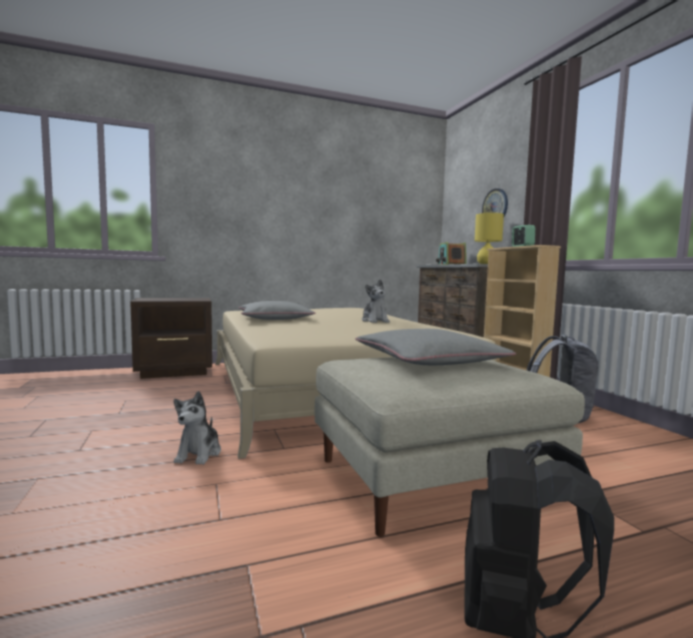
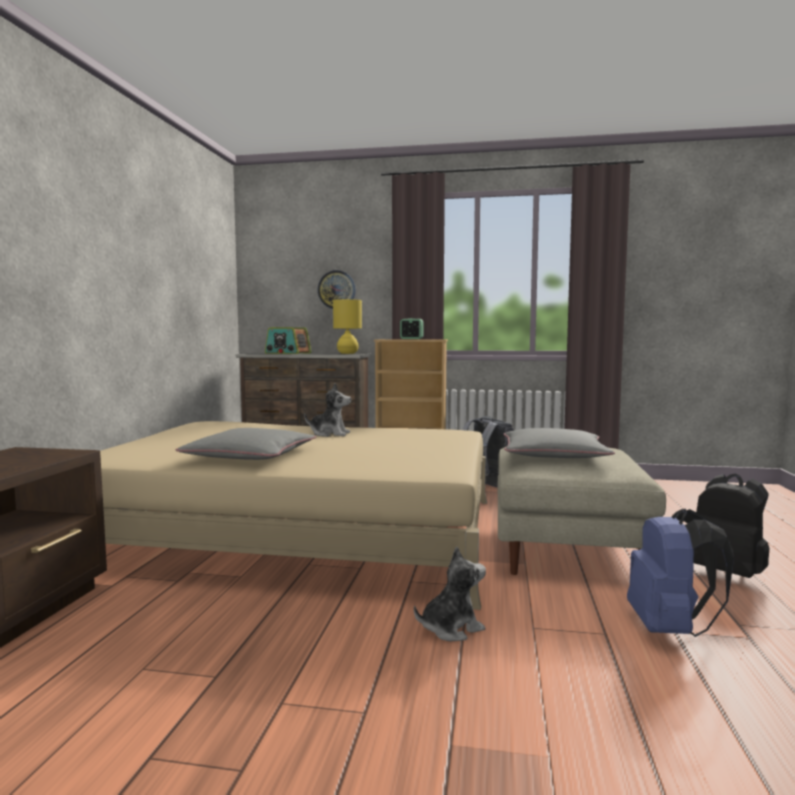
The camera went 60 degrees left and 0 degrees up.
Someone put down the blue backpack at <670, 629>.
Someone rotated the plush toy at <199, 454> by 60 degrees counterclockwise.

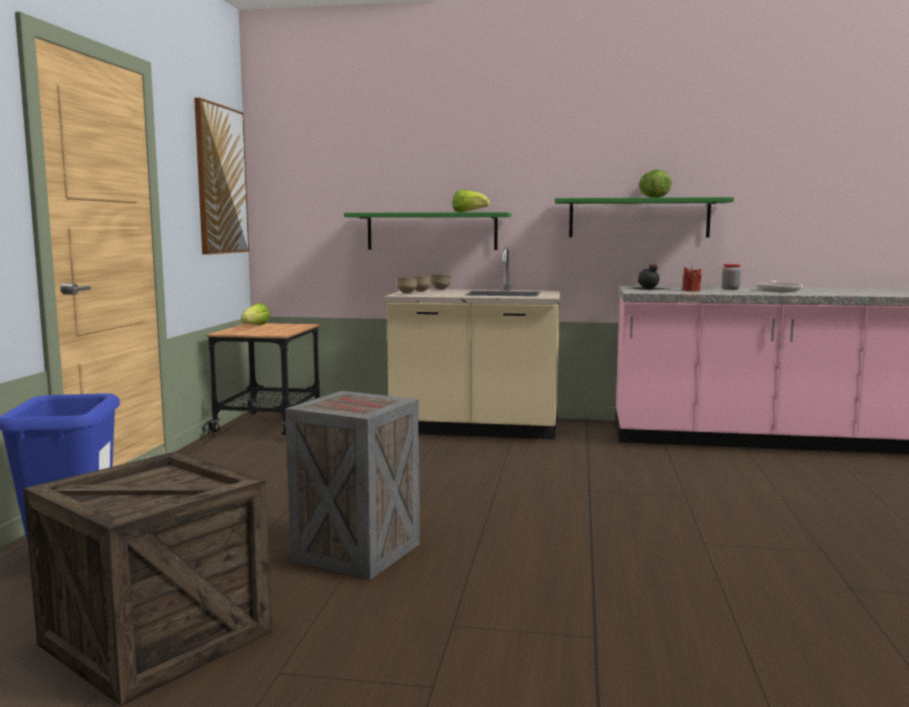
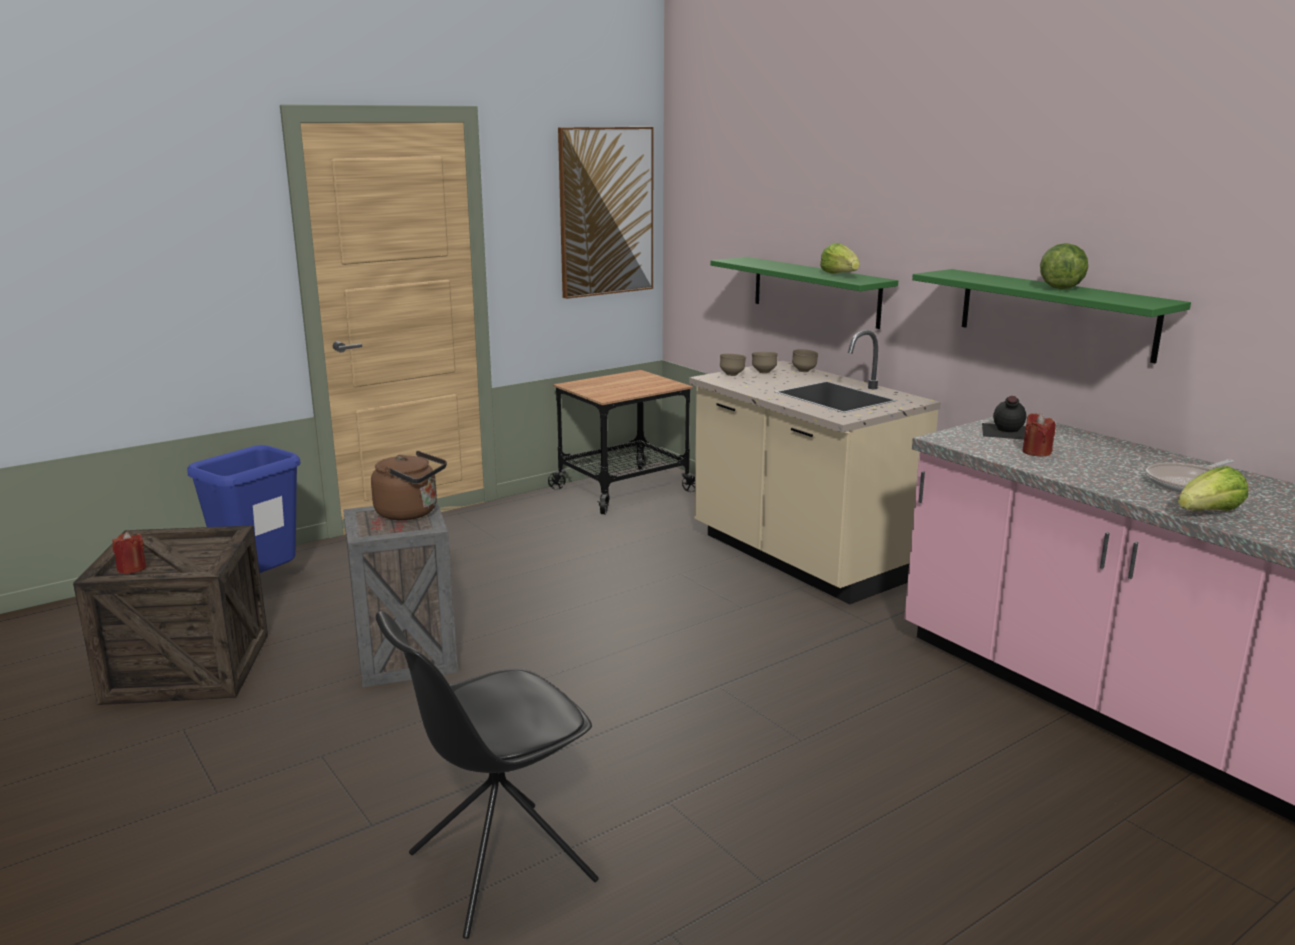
The camera went 45 degrees right and 10 degrees up.
Someone took away the jar at <730, 289>.
Someone put down the red candle at <132, 569>.
Someone put down the brown kettle at <411, 513>.
Someone put down the black chair at <498, 868>.
Someone carried the lettuce from <255, 326> to <1209, 513>.

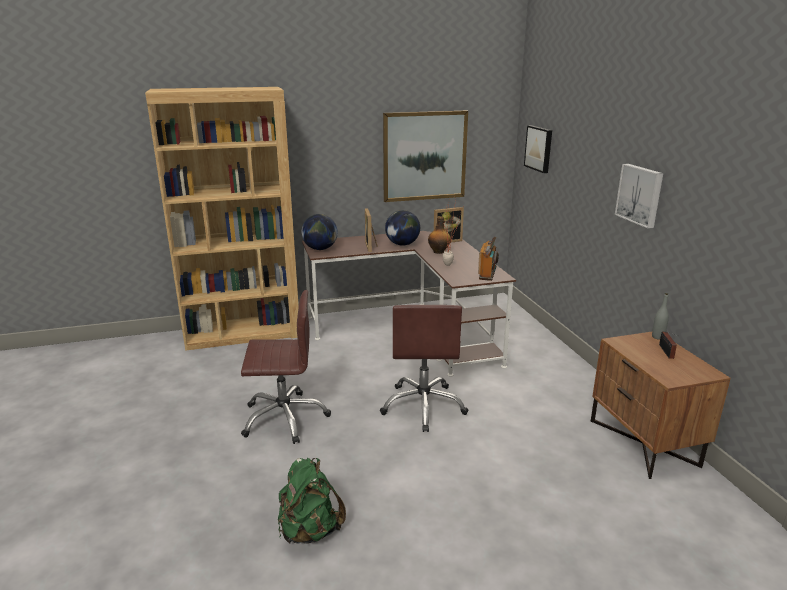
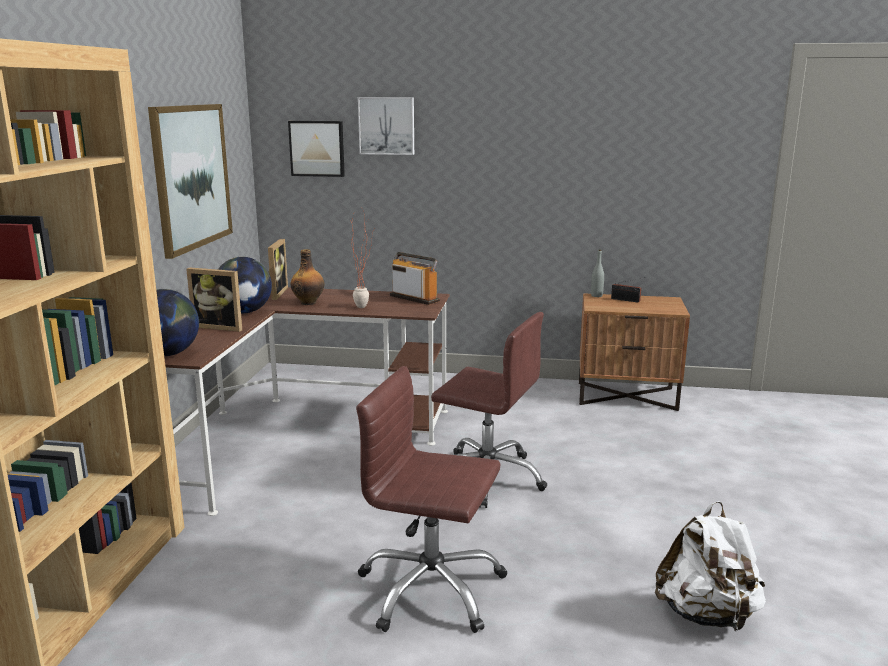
The camera went 65 degrees left and 5 degrees down.
Someone carried the picture from <640, 195> to <387, 125>.
Someone repainted the green backpack at <309, 531>, which became the white backpack at <707, 615>.
Someone rotated the brown office chair at <284, 418> by 90 degrees counterclockwise.

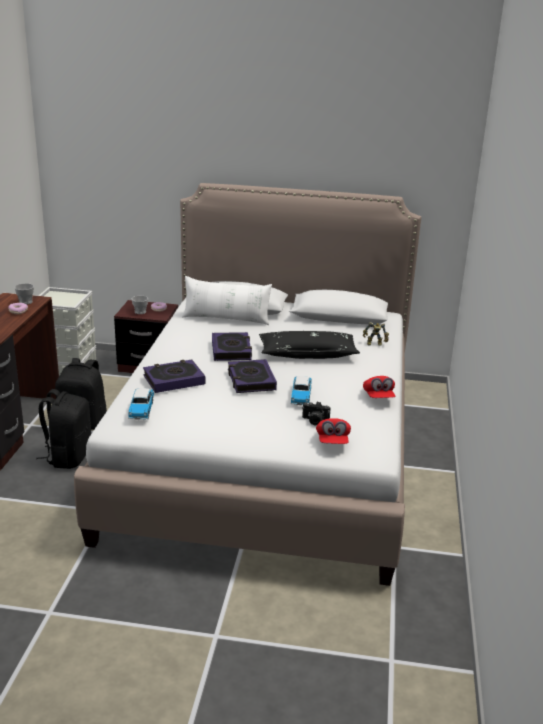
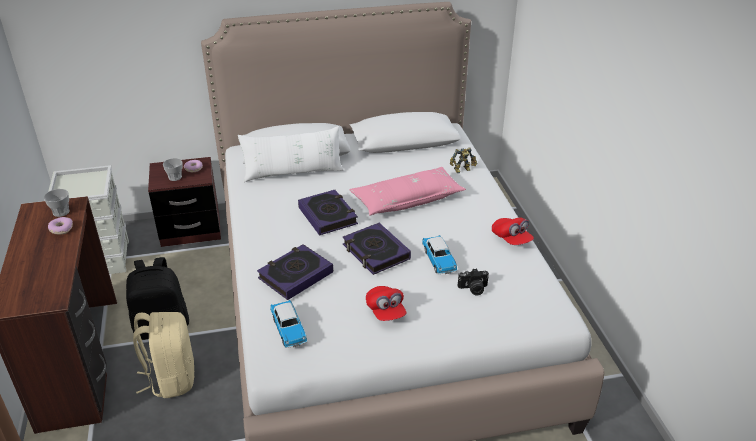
The camera went 20 degrees left and 10 degrees up.
Someone carried the red cap from <332, 441> to <385, 311>.
Someone repainted the black backpack at <68, 457>, which became the beige backpack at <171, 378>.
Someone repainted the black pillow at <308, 354>, which became the pink pillow at <407, 200>.

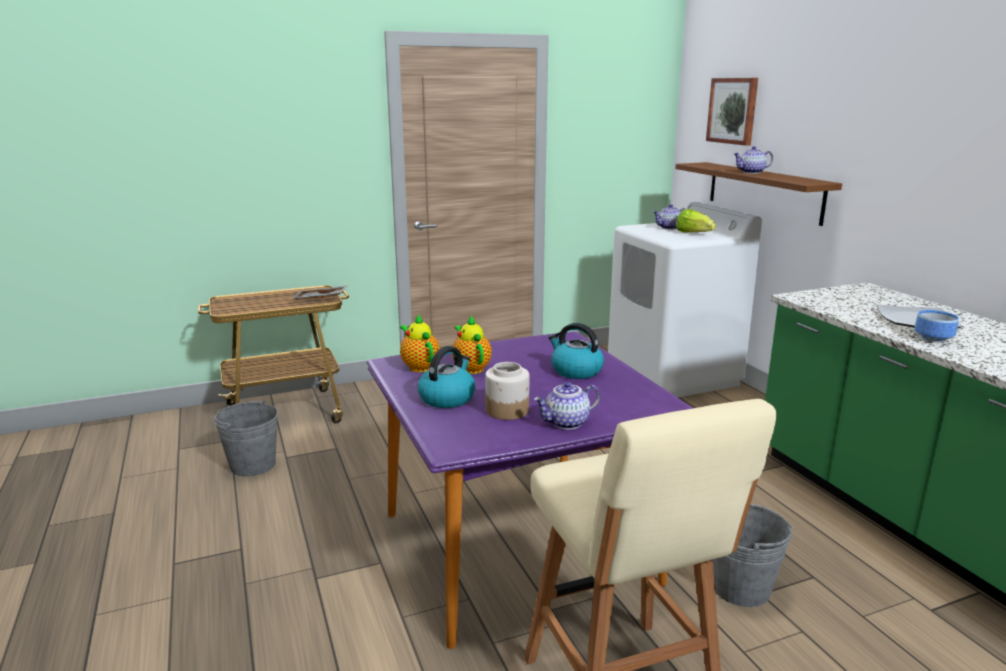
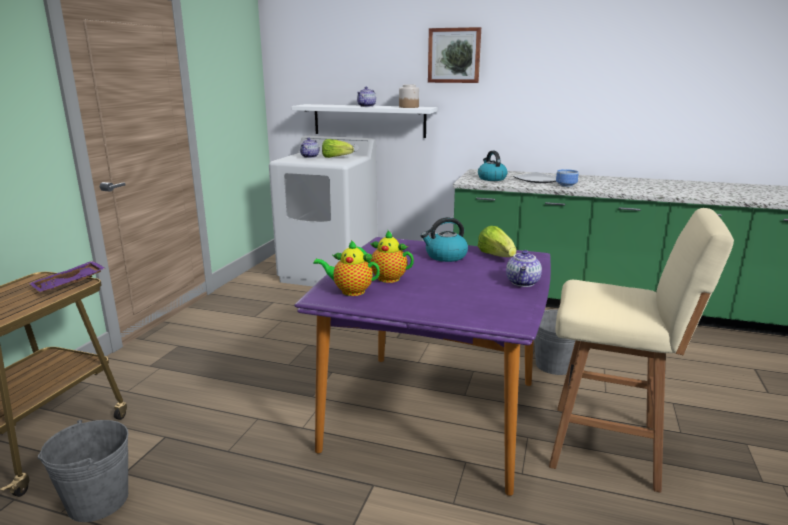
The camera went 50 degrees left and 0 degrees up.
Someone put down the lettuce at <496, 256>.
Someone carried the kettle from <447, 398> to <491, 178>.
Someone carried the jar from <507, 410> to <409, 107>.
Someone carried the picture from <733, 111> to <454, 55>.
Someone repainted the grey tray at <320, 299>, which became the purple tray at <70, 284>.
Someone repainted the brown shelf at <763, 191>, which became the white shelf at <369, 120>.

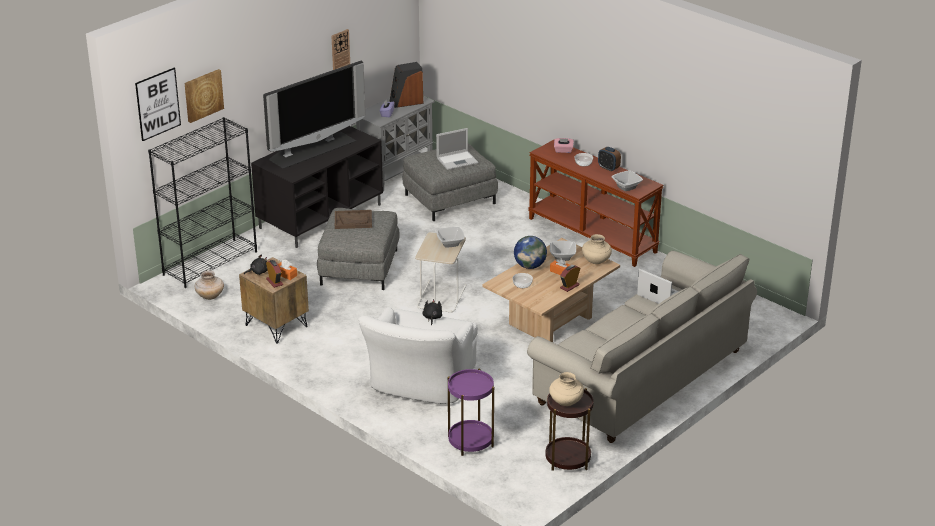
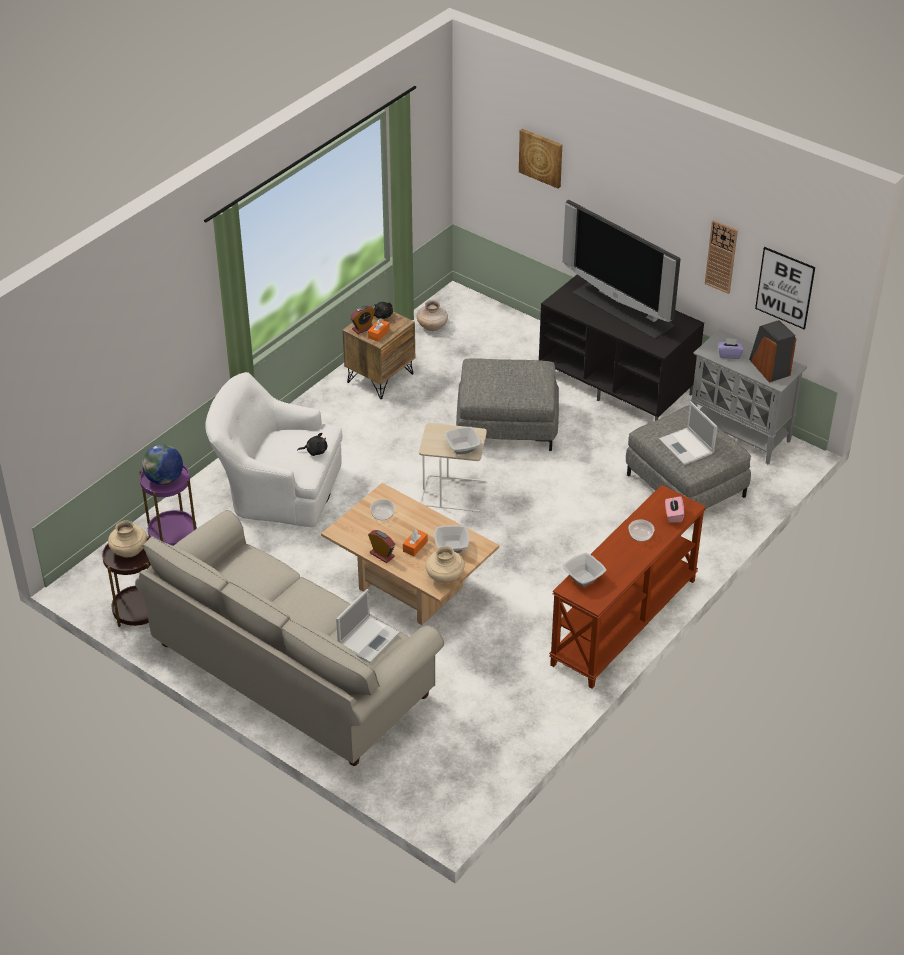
The camera went 85 degrees right and 10 degrees up.
Someone took away the black bookcase at <210, 263>.
Someone took away the brown tray at <353, 220>.
Someone took away the alarm clock at <608, 168>.
Someone carried the picture from <158, 104> to <785, 288>.
Someone carried the globe from <530, 266> to <164, 479>.

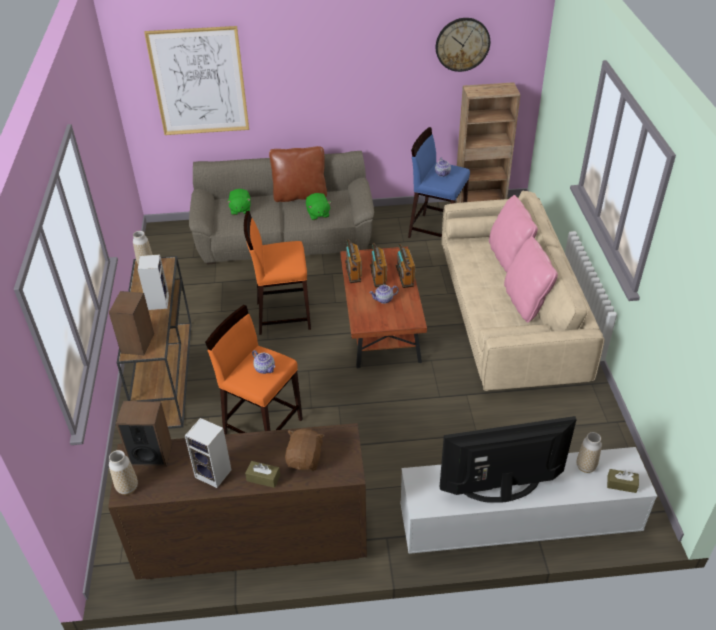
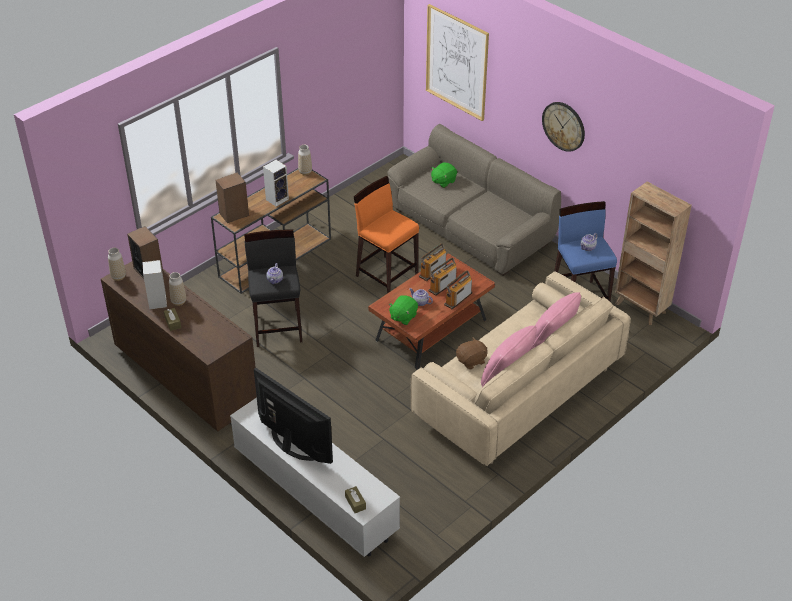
The camera went 50 degrees right and 0 degrees up.
Someone took away the brown pillow at <300, 195>.
Someone carried the brown plush toy from <305, 459> to <471, 361>.
Someone carried the green plush toy from <318, 214> to <403, 317>.
Someone carried the wall clock from <462, 44> to <564, 126>.
Someone carried the vase from <585, 466> to <179, 302>.
Someone repainted the orange stool at <263, 425>, which became the black stool at <278, 327>.

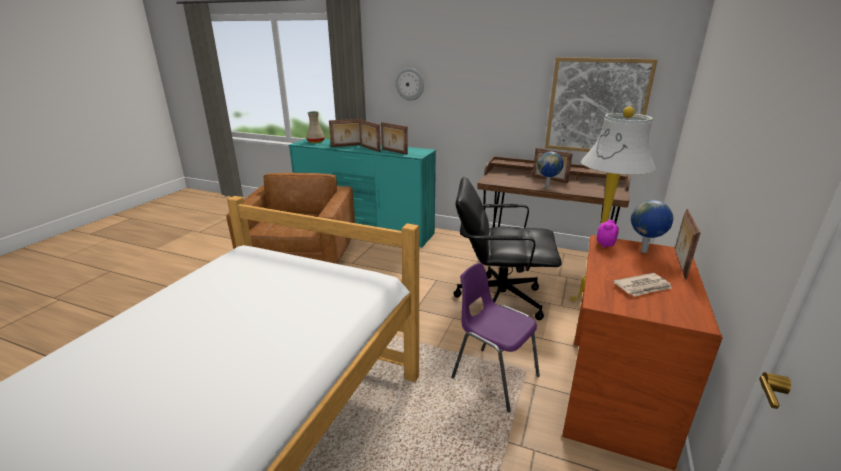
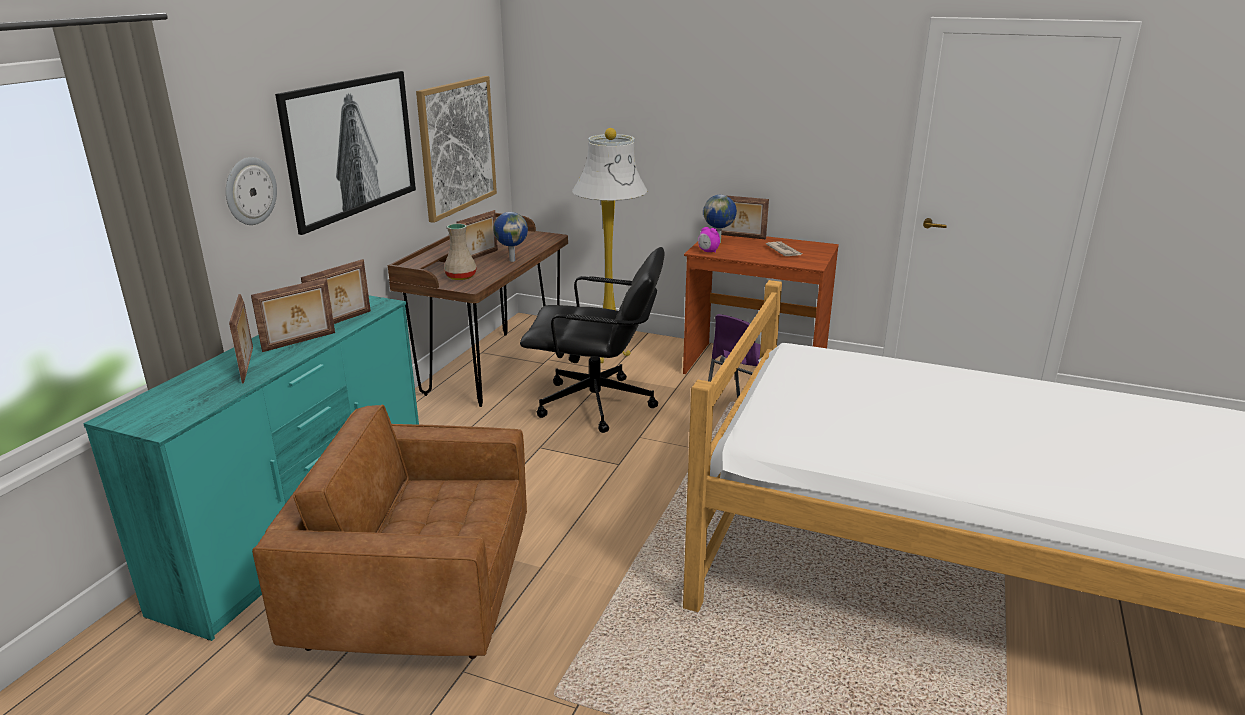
The camera went 90 degrees left and 0 degrees up.
Someone put up the picture at <352, 147>.
Someone carried the beige vase from <316, 142> to <461, 276>.
Someone rotated the black office chair at <499, 299> by 90 degrees counterclockwise.

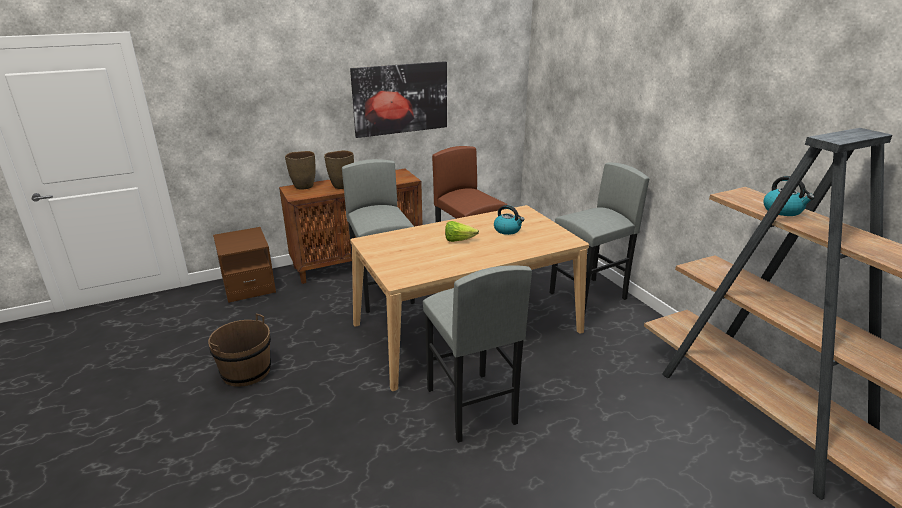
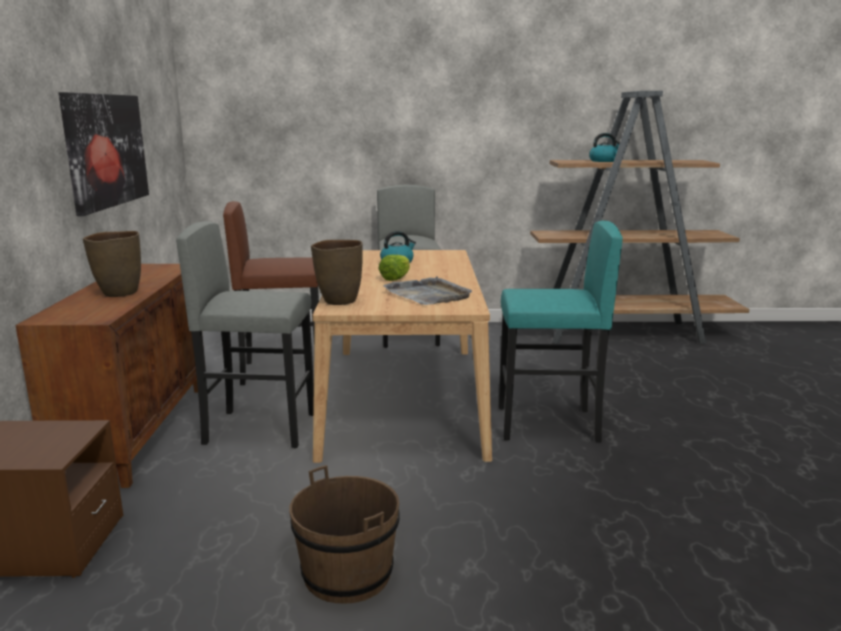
The camera went 65 degrees left and 10 degrees down.
Someone put down the grey tray at <428, 294>.
Someone carried the brown vase from <303, 186> to <339, 301>.
Someone repainted the grey stool at <470, 406>, which became the turquoise stool at <547, 425>.

